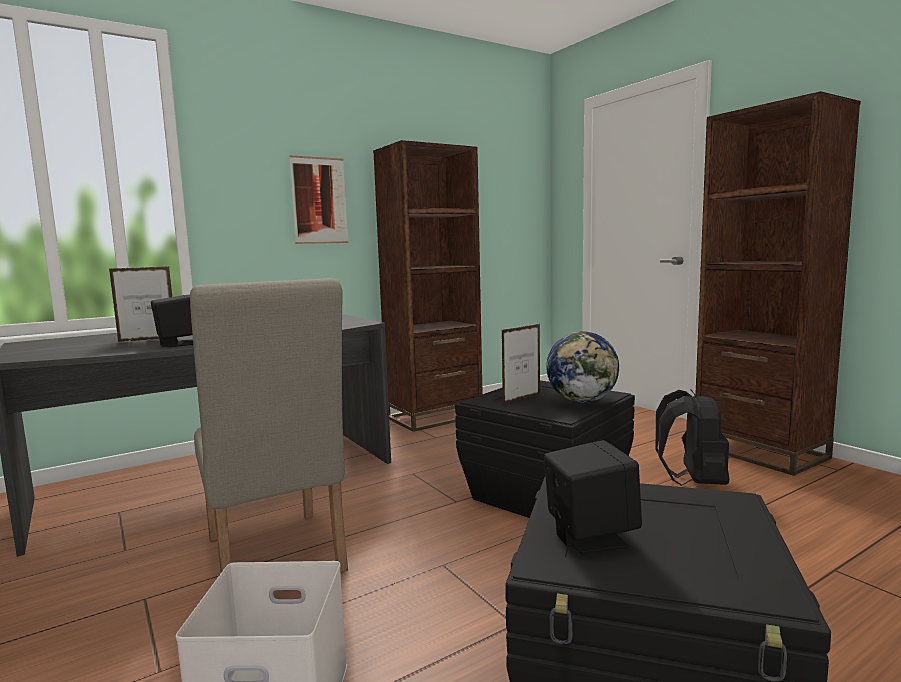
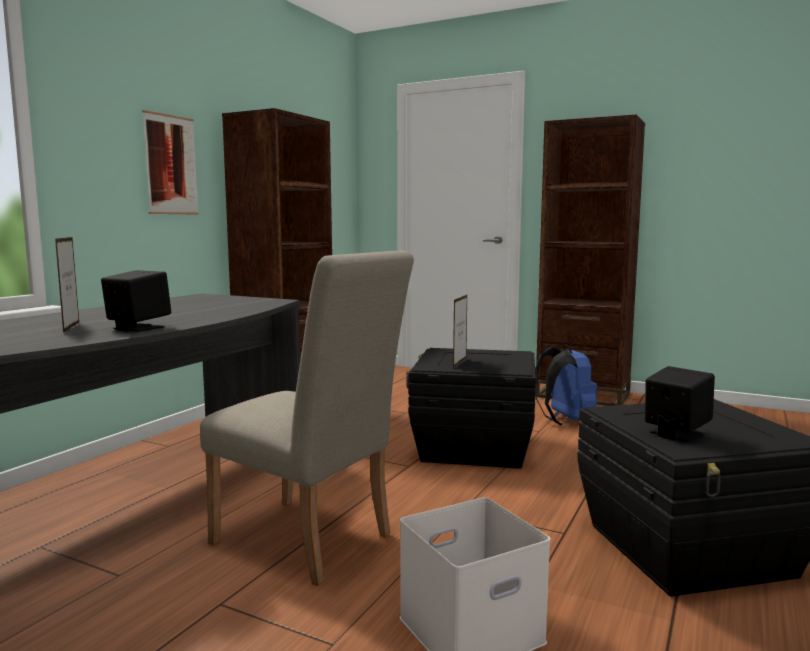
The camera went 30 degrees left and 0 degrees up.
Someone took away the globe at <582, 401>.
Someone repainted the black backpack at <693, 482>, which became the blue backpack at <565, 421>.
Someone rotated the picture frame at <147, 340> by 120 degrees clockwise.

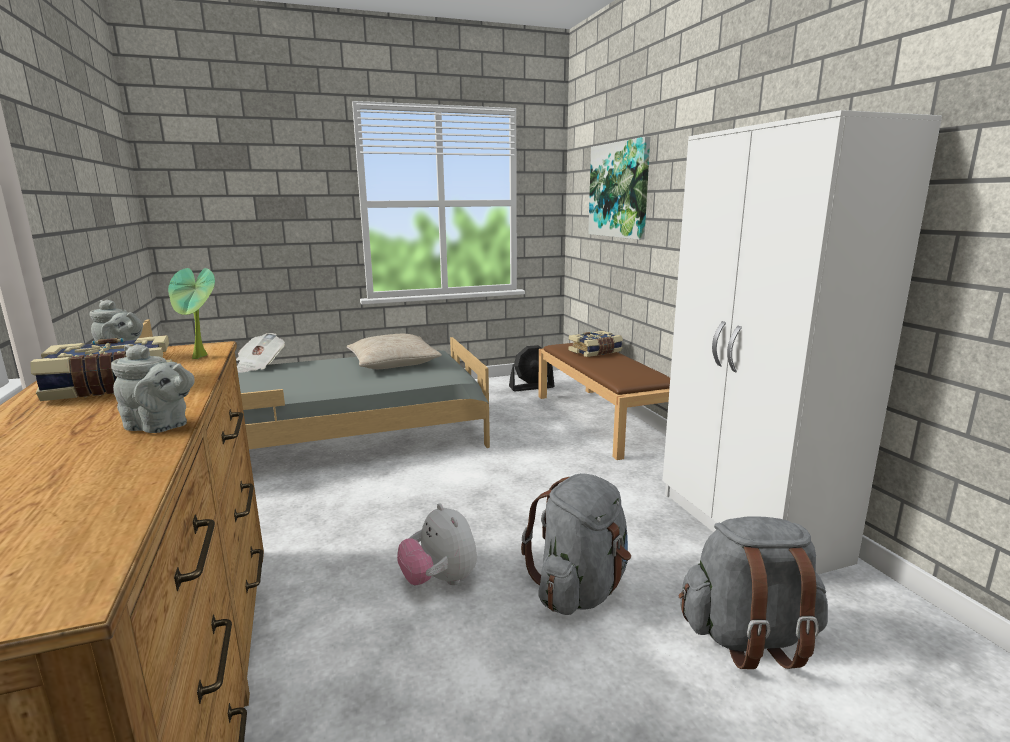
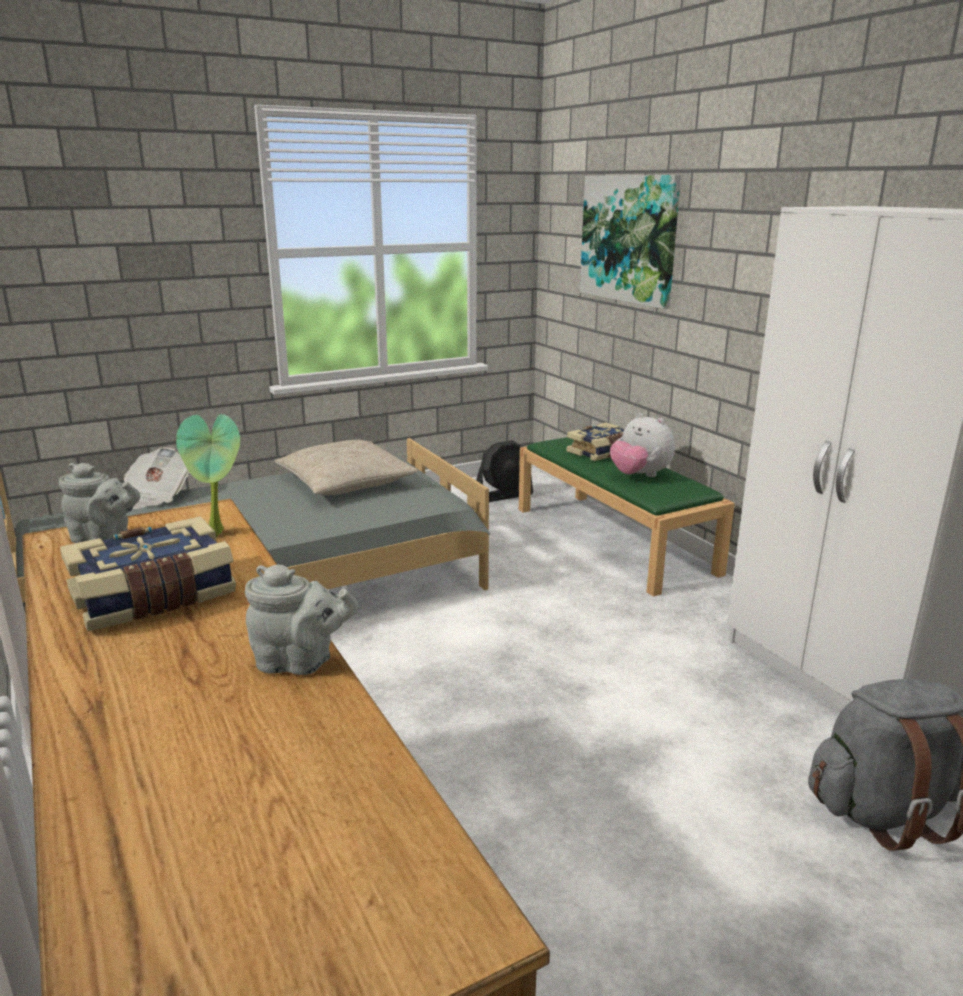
The camera went 10 degrees left and 5 degrees up.
Someone took away the grey backpack at <580, 589>.
Someone carried the plush toy from <439, 580> to <639, 475>.
Someone repainted the brown bench at <603, 420>, which became the green bench at <614, 540>.

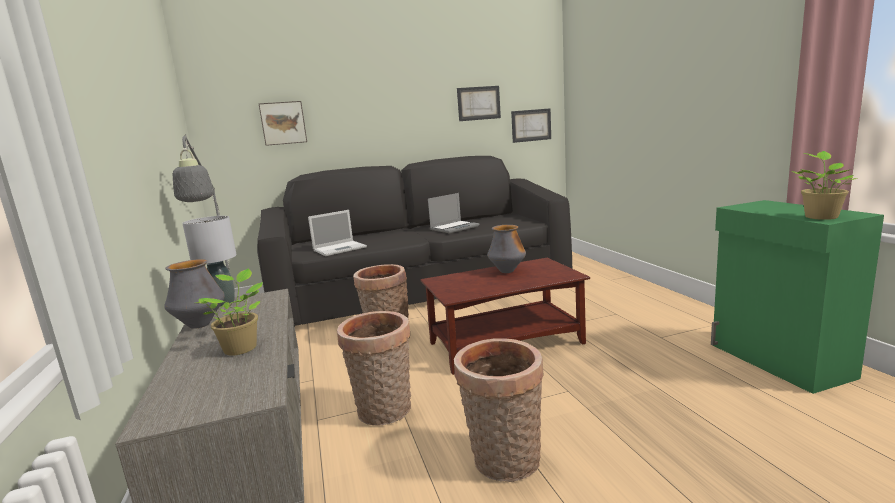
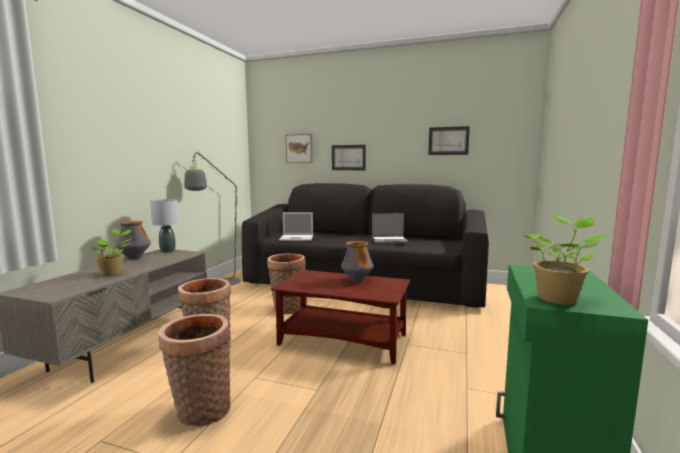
The camera went 35 degrees right and 5 degrees down.
Someone carried the picture from <531, 125> to <348, 157>.

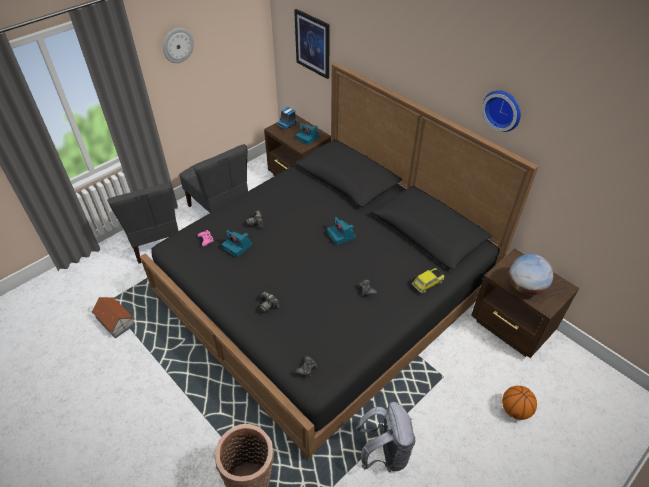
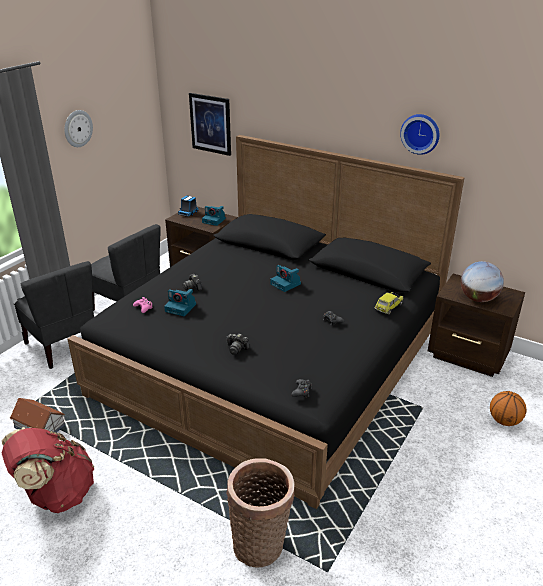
The camera went 15 degrees left and 15 degrees down.
Someone took away the grey backpack at <384, 452>.
Someone put down the red backpack at <56, 494>.

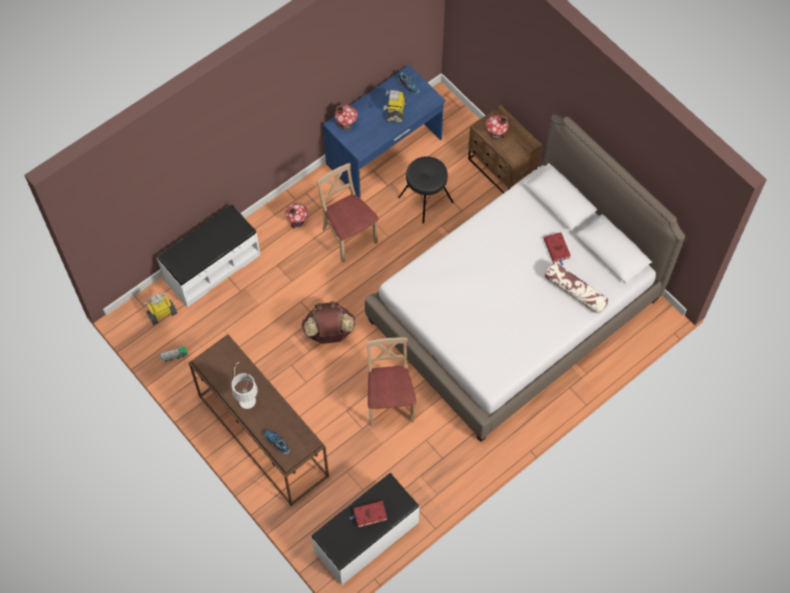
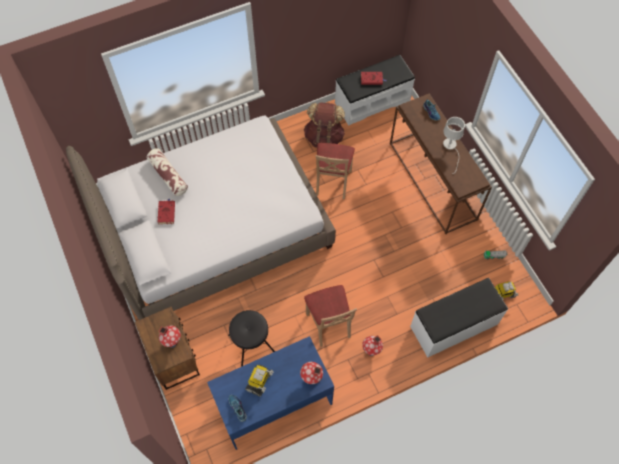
The camera went 165 degrees left and 0 degrees up.
Someone carried the brown backpack from <329, 333> to <324, 137>.

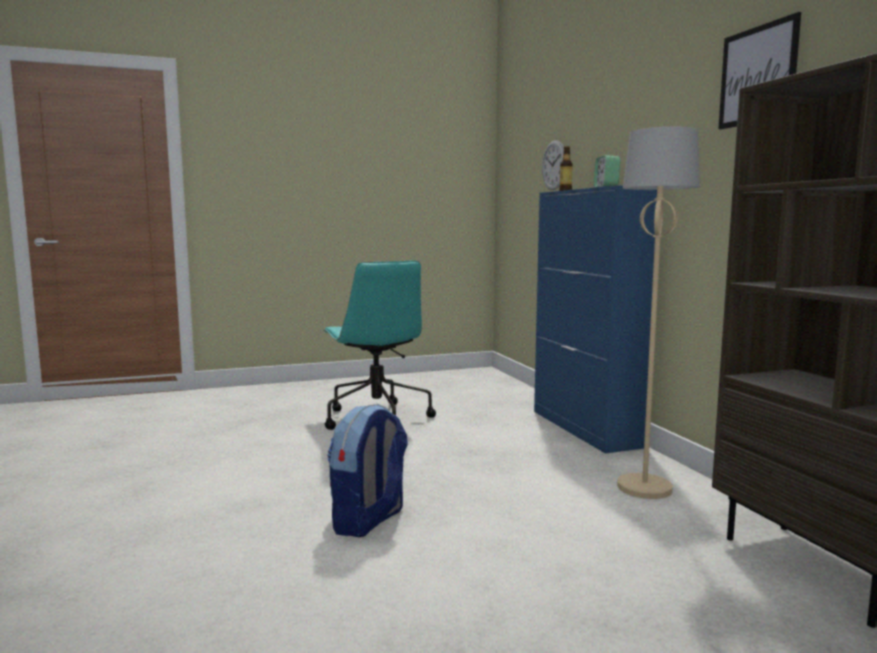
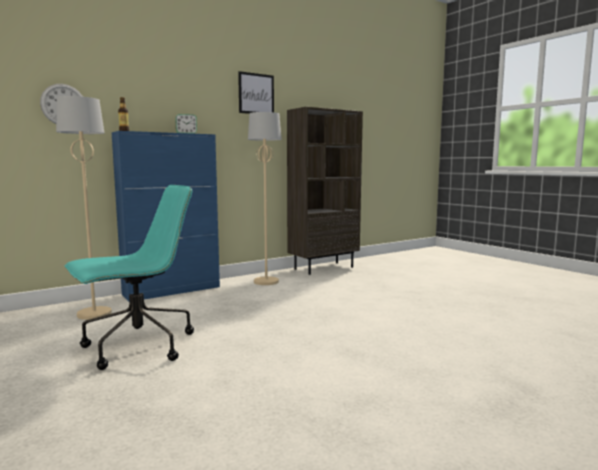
The camera went 105 degrees left and 0 degrees up.
Someone took away the backpack at <369, 521>.
Someone put down the beige floor lamp at <94, 314>.

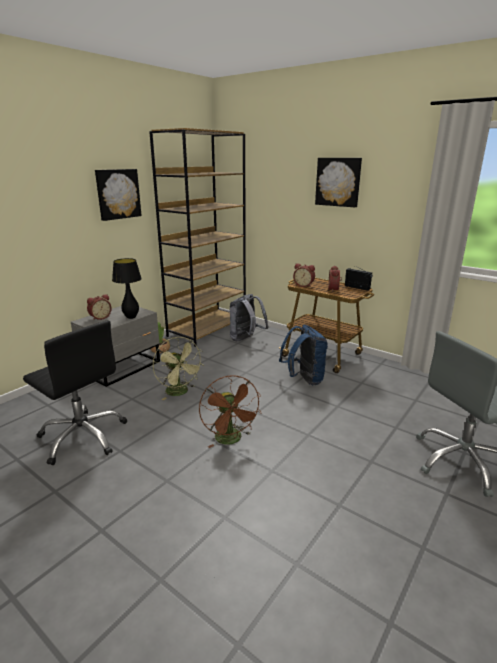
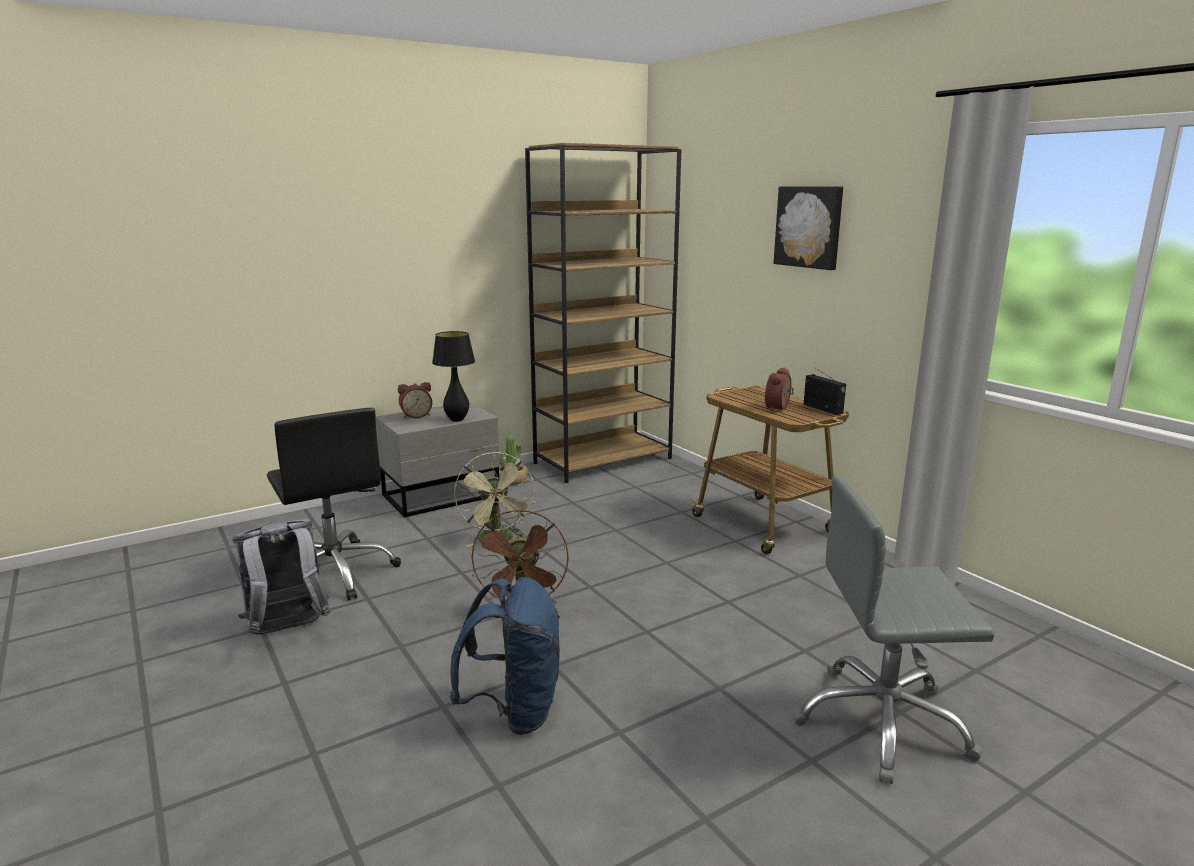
The camera went 20 degrees right and 5 degrees down.
Someone took away the picture at <117, 194>.
Someone took away the alarm clock at <304, 285>.
Someone carried the grey backpack from <246, 339> to <287, 631>.
Someone carried the blue backpack from <304, 379> to <514, 711>.

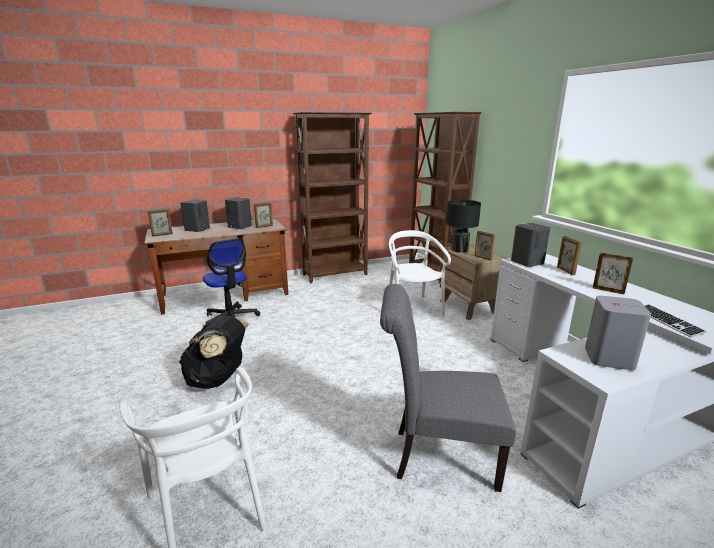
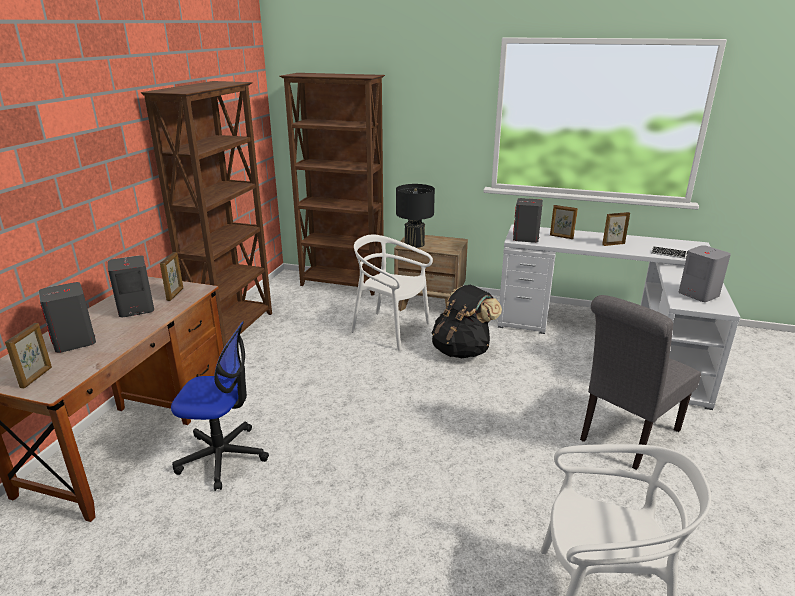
The camera went 50 degrees left and 5 degrees up.
Someone took away the picture frame at <482, 258>.
Someone carried the black backpack from <218, 379> to <462, 350>.

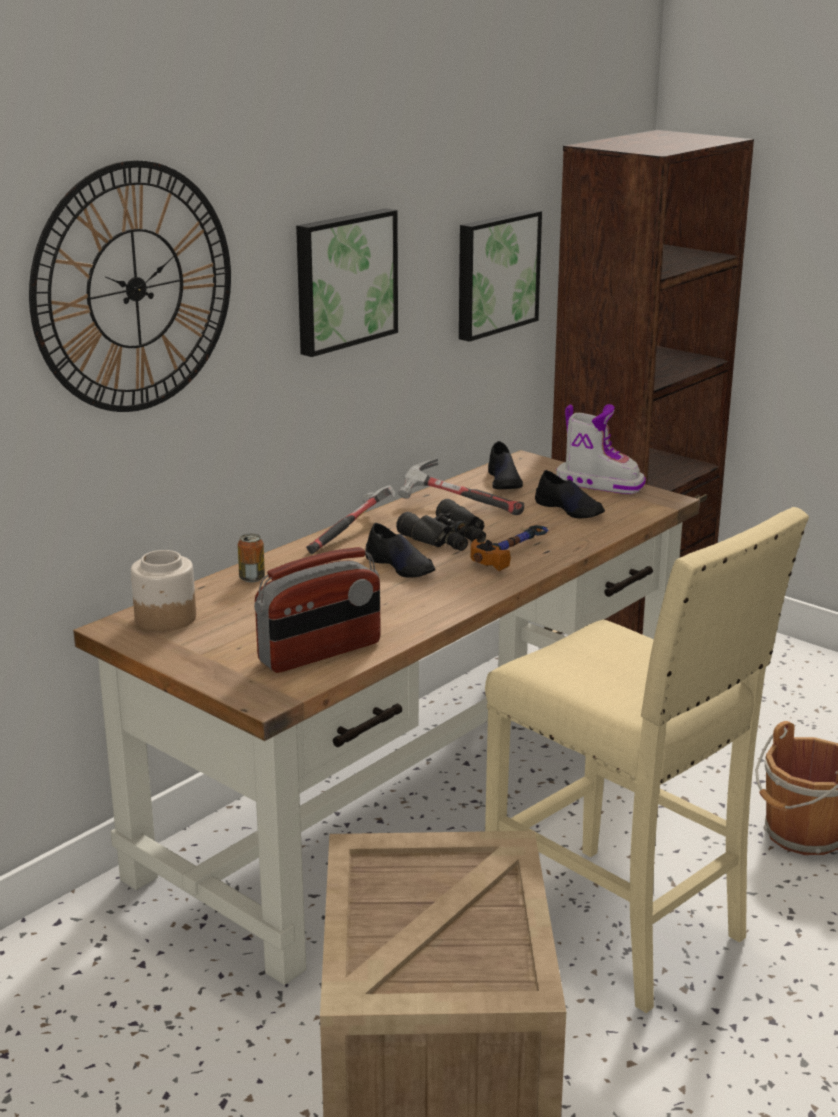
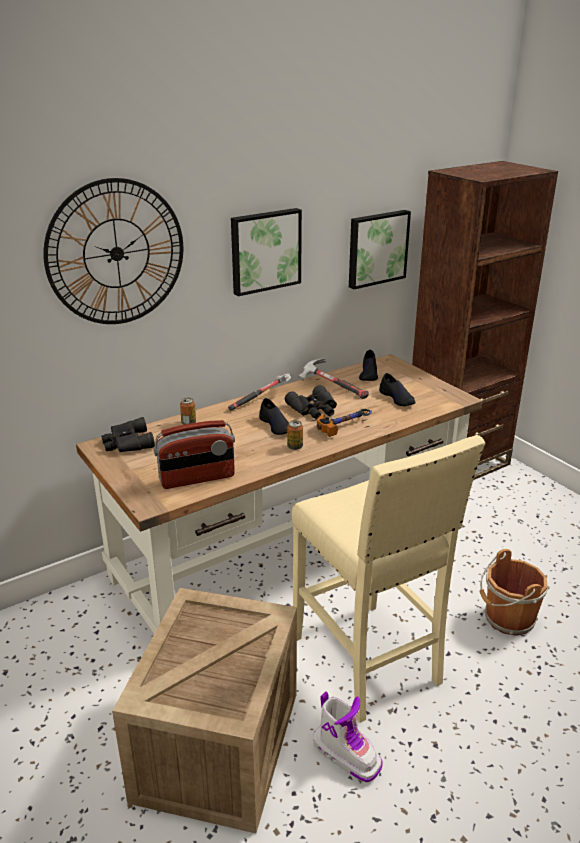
The camera went 15 degrees right and 5 degrees up.
Someone put down the can at <295, 447>.
Someone carried the boot from <600, 483> to <346, 754>.
Someone swapped the jar at <164, 618> for the black binoculars at <127, 443>.

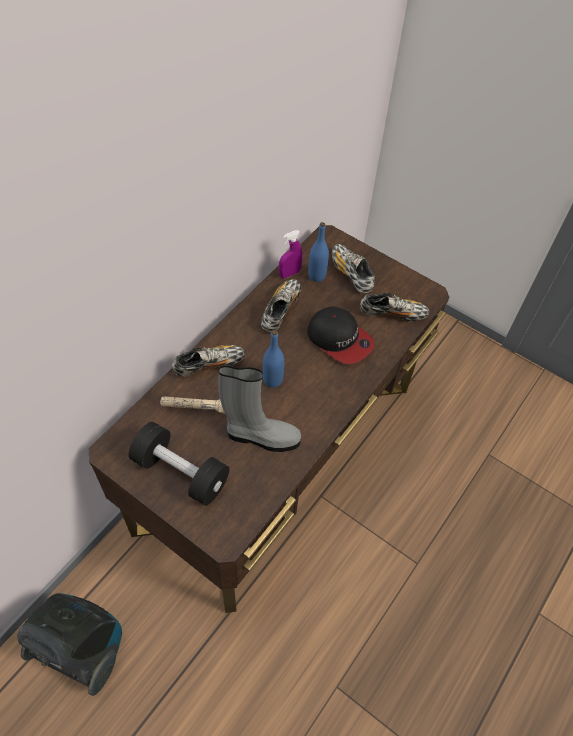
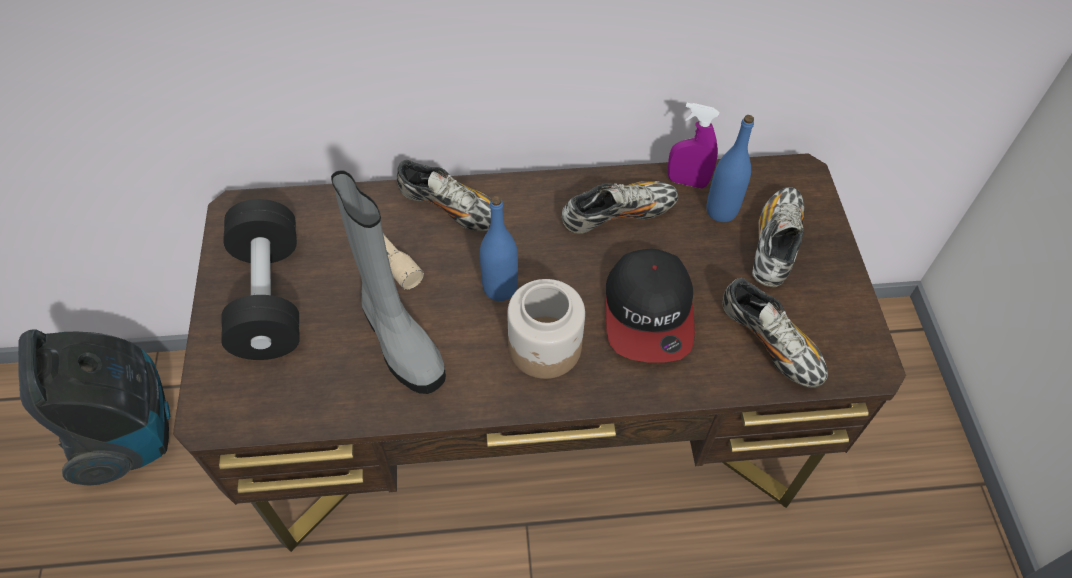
The camera went 50 degrees right and 0 degrees up.
Someone put down the jar at <545, 348>.

